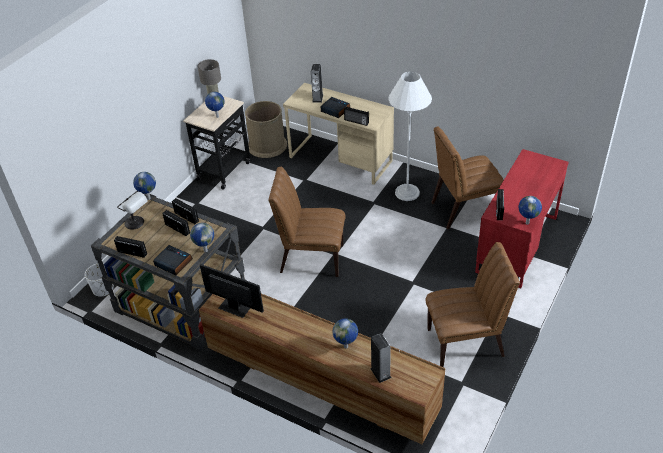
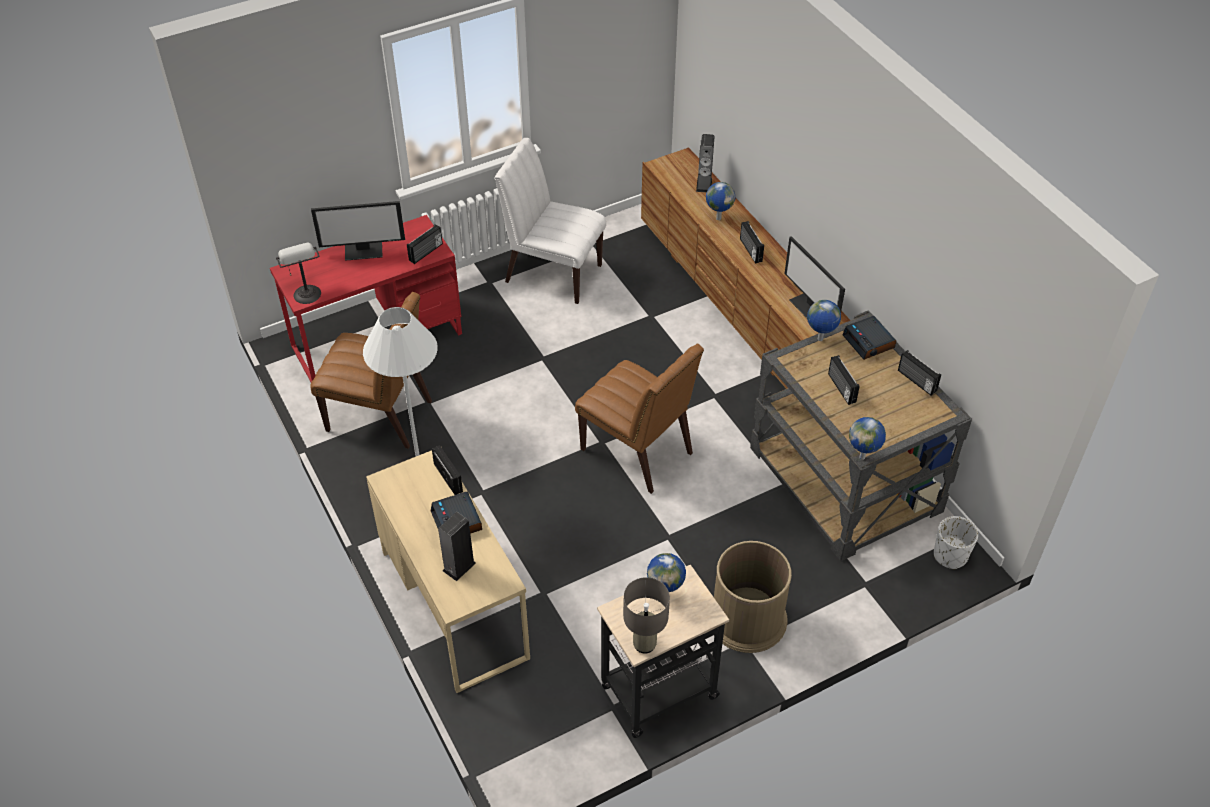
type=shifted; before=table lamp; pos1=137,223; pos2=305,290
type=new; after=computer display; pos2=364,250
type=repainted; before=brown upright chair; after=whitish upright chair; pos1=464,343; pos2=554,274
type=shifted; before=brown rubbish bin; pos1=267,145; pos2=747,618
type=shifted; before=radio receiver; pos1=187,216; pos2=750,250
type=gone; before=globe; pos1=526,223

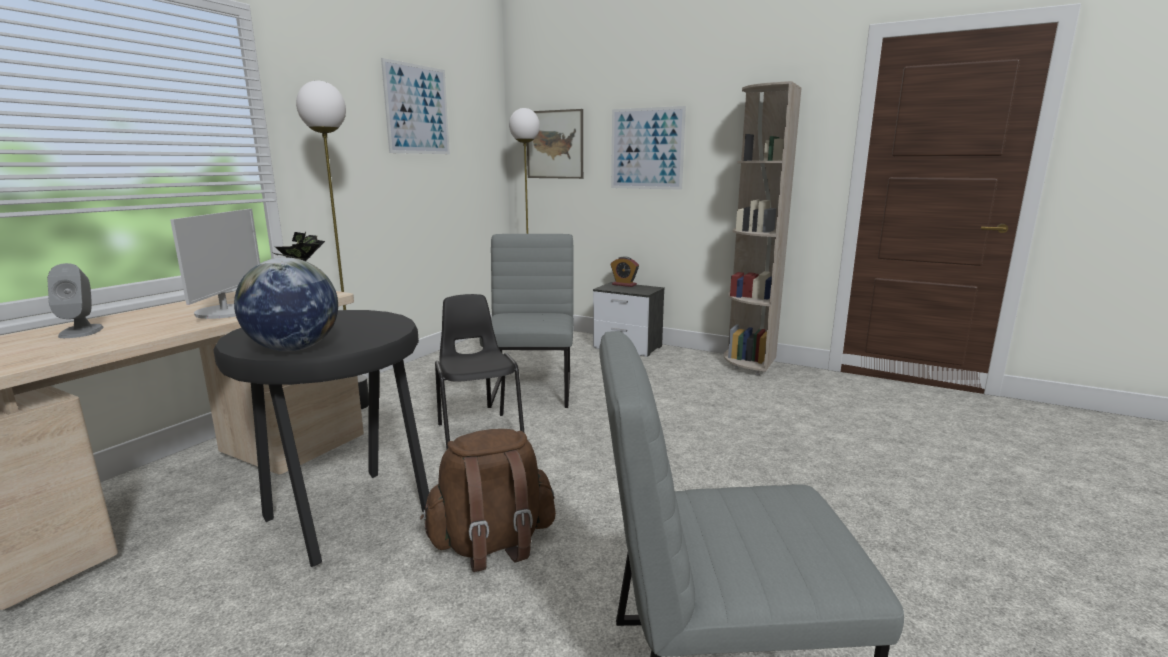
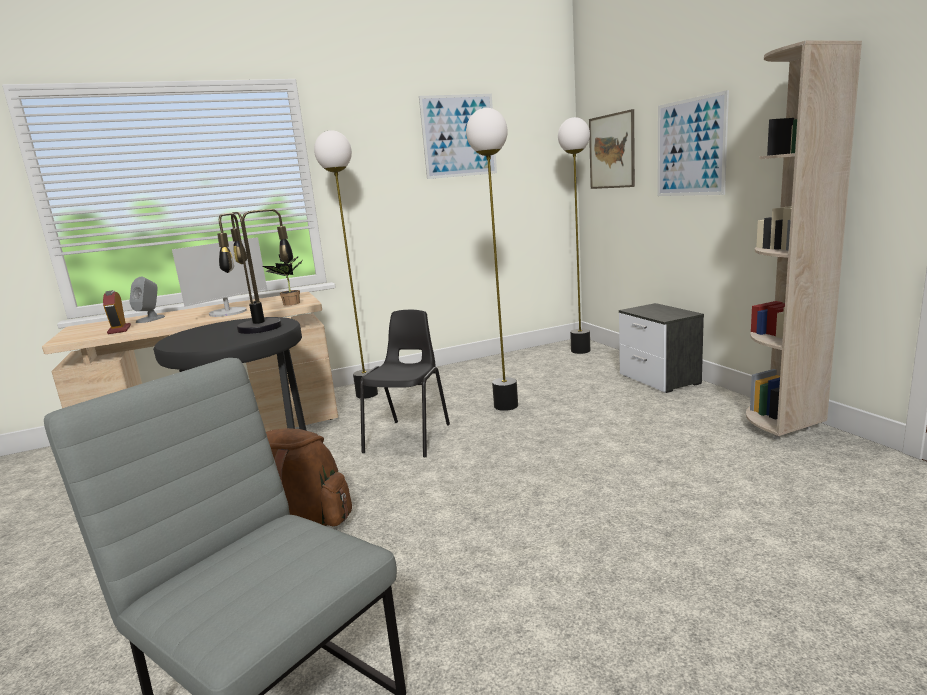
type=shifted; before=alarm clock; pos1=624,285; pos2=119,330
type=new; after=table lamp; pos2=260,328
type=swapped; before=gray upright chair; after=standard lamp; pos1=533,388; pos2=506,406
type=gone; before=globe; pos1=293,349

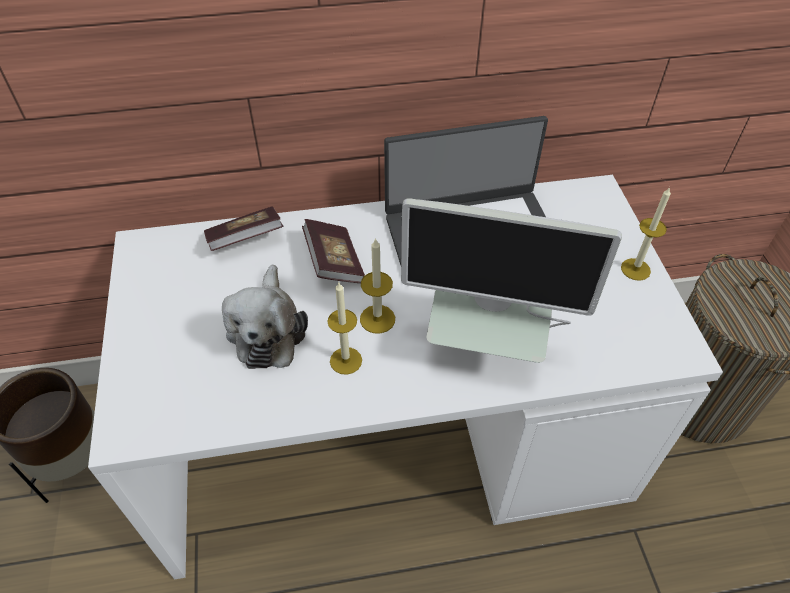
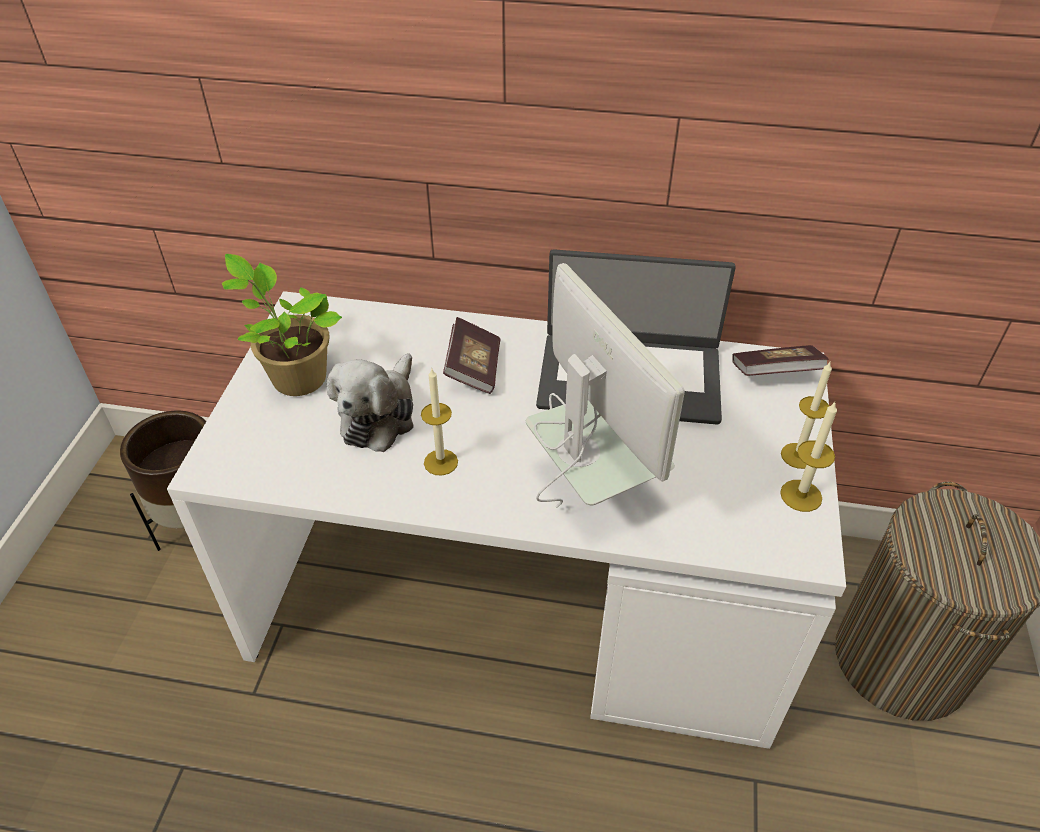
type=new; after=plant in a pot; pos2=296,377
type=rotated; before=computer display; pos1=486,348; pos2=589,489; turn=-150
type=shifted; before=book; pos1=245,240; pos2=775,374
type=shifted; before=candle; pos1=377,319; pos2=801,495

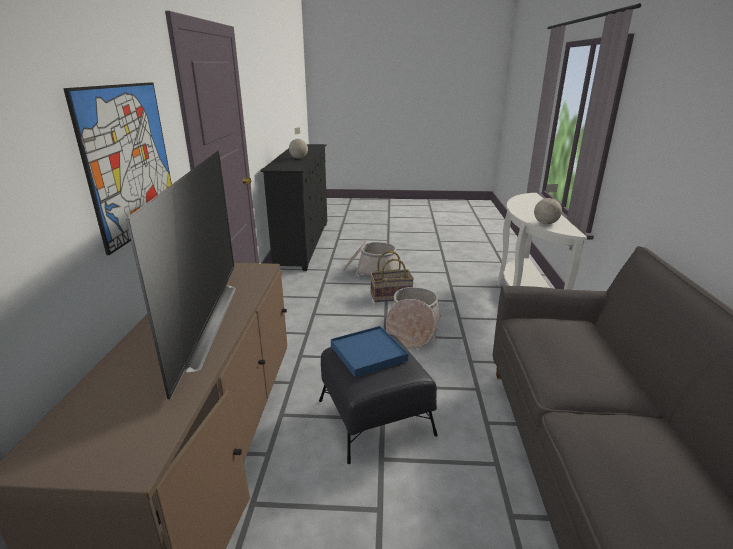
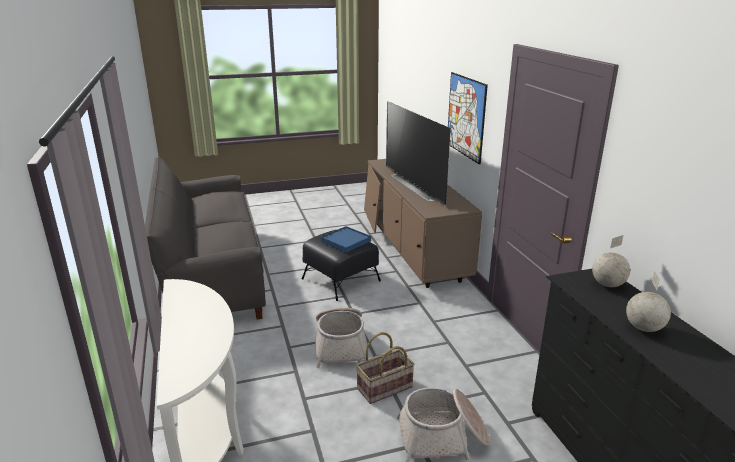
type=shifted; before=globe; pos1=545,223; pos2=608,285

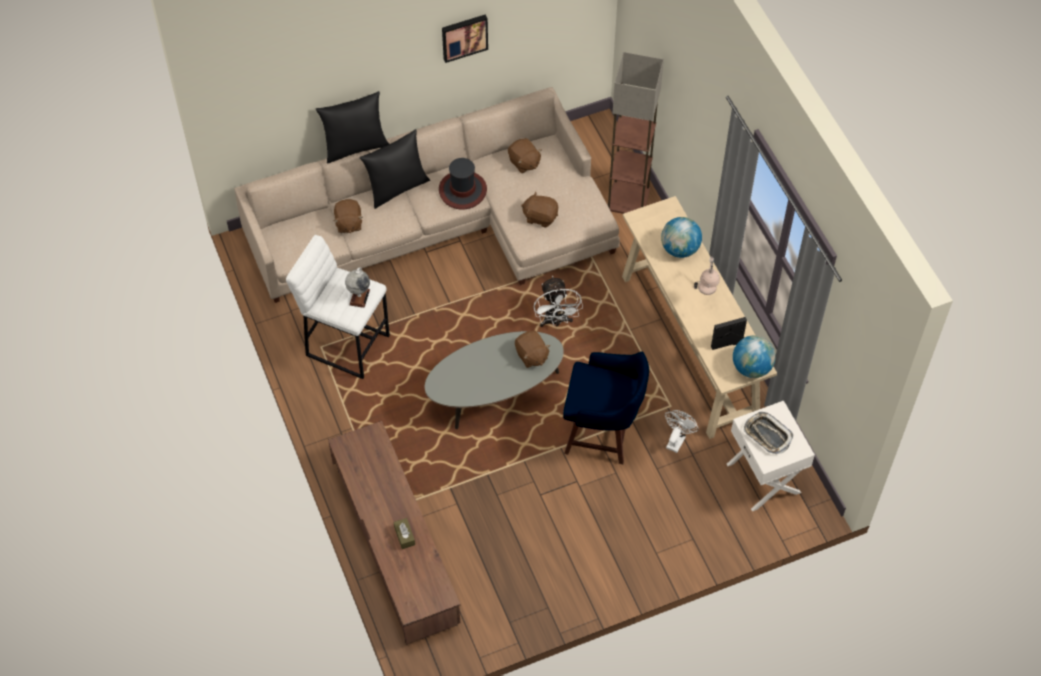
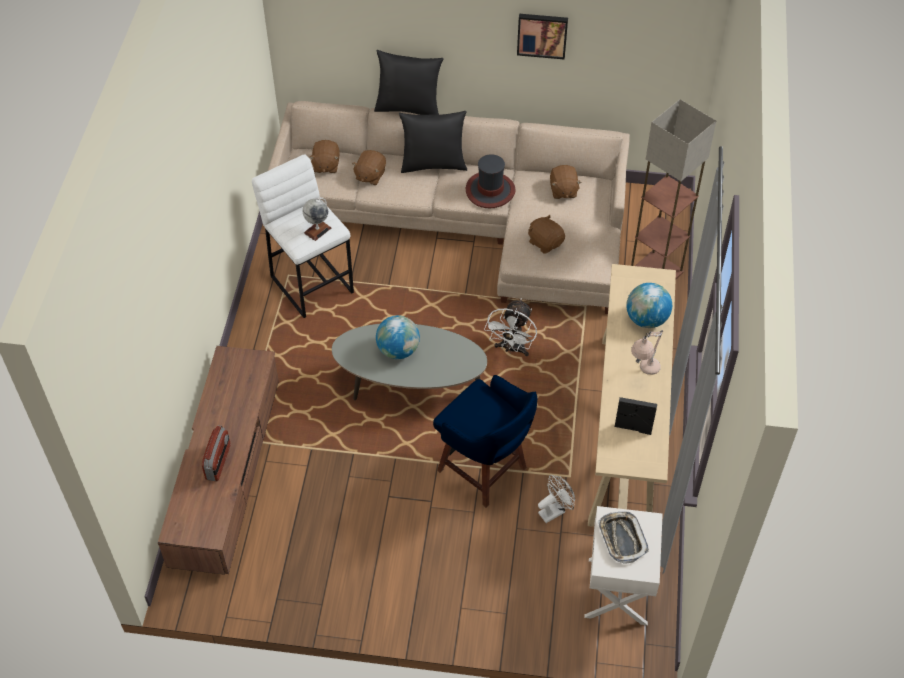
type=swapped; before=brown tissue holder; after=radio receiver; pos1=404,536; pos2=218,462
type=shifted; before=brown plush toy; pos1=531,355; pos2=326,165
type=shifted; before=globe; pos1=751,367; pos2=398,350

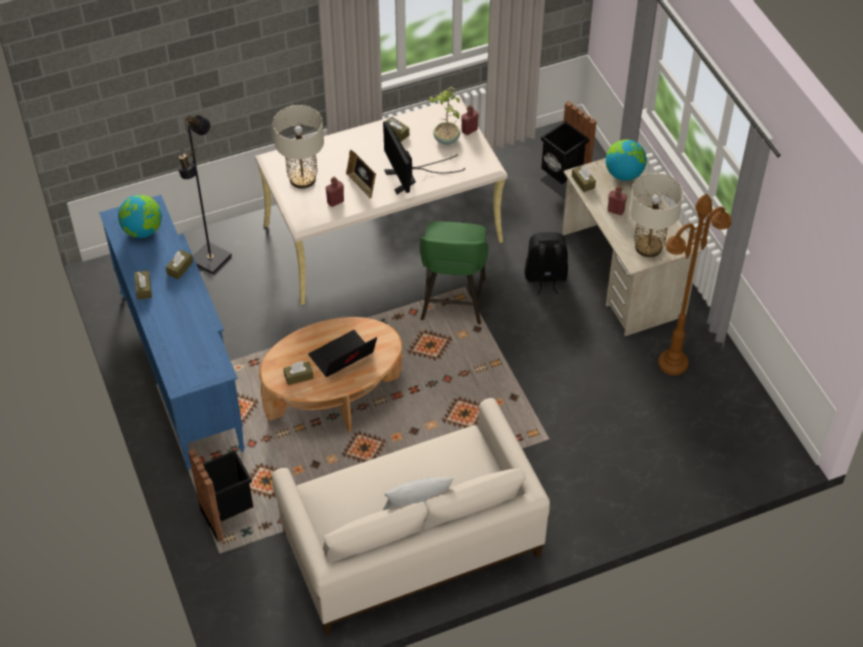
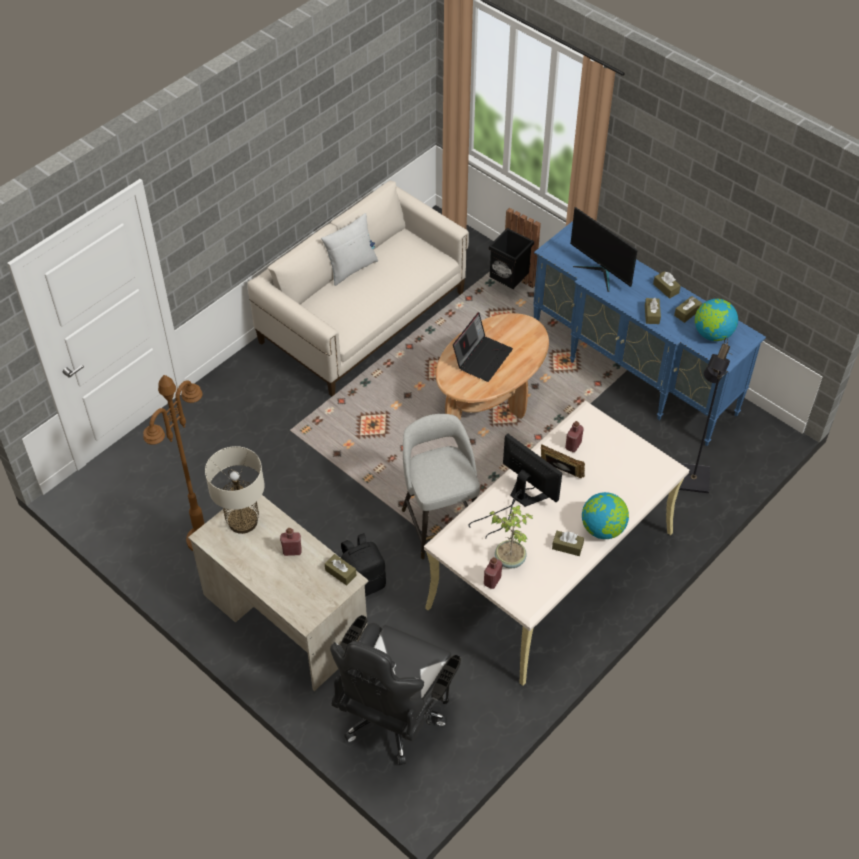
type=swapped; before=black-coloured rubbish bin; after=black-coloured office chair; pos1=563,183; pos2=396,711
type=repainted; before=green-coloured stool; after=gray stool; pos1=452,301; pos2=440,523
type=new; after=computer display; pos2=601,272
type=shifted; before=globe; pos1=624,174; pos2=603,529
type=shifted; before=brown tissue holder; pos1=298,376; pos2=687,313
type=gone; before=table lamp; pos1=302,179

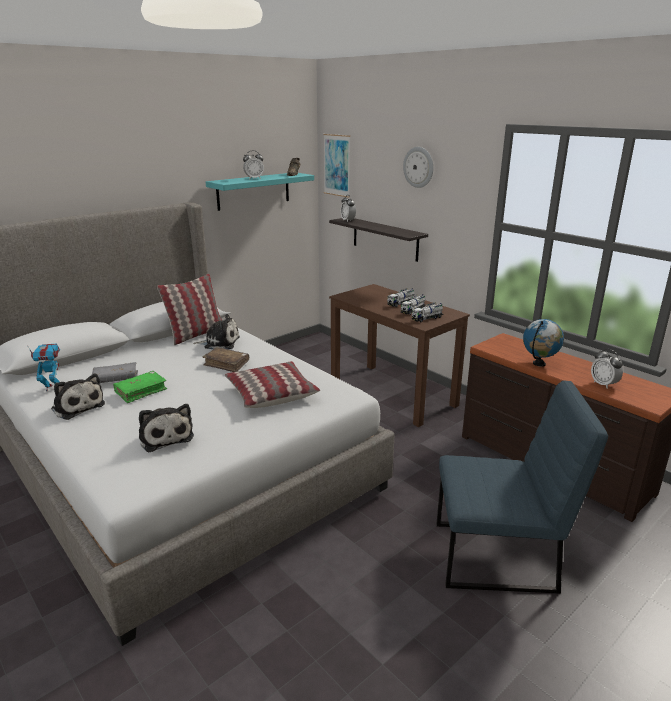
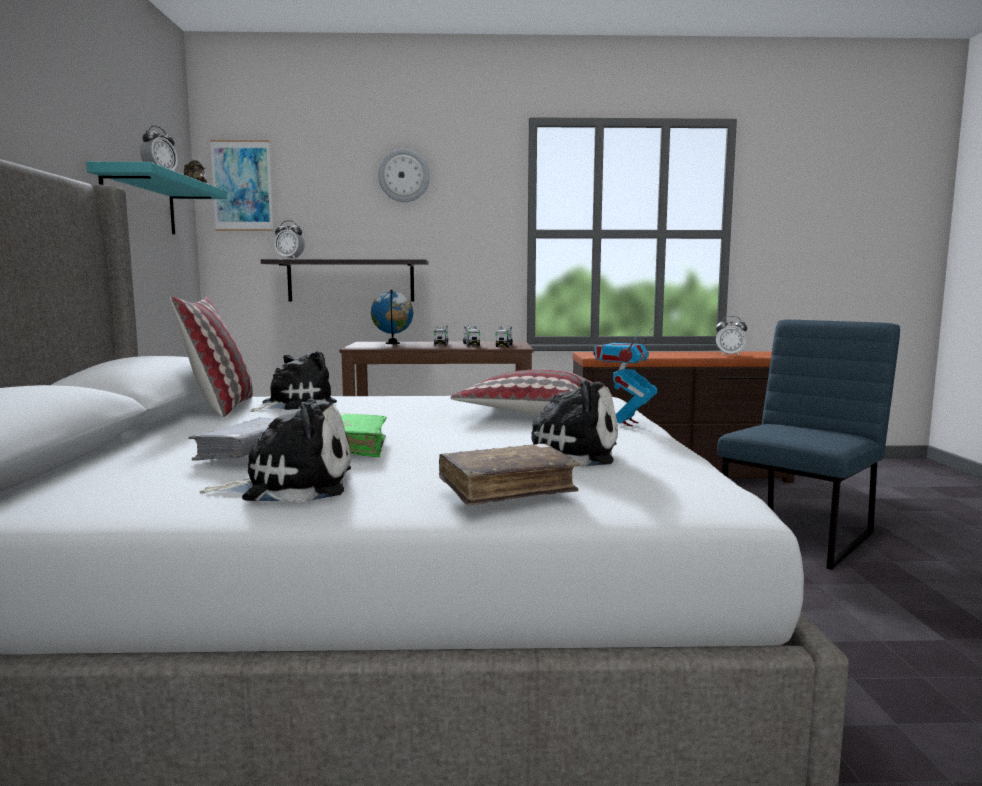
type=shifted; before=globe; pos1=539,364; pos2=393,343
type=shifted; before=brown book; pos1=226,364; pos2=507,488
type=shifted; before=toy robot; pos1=53,387; pos2=623,423

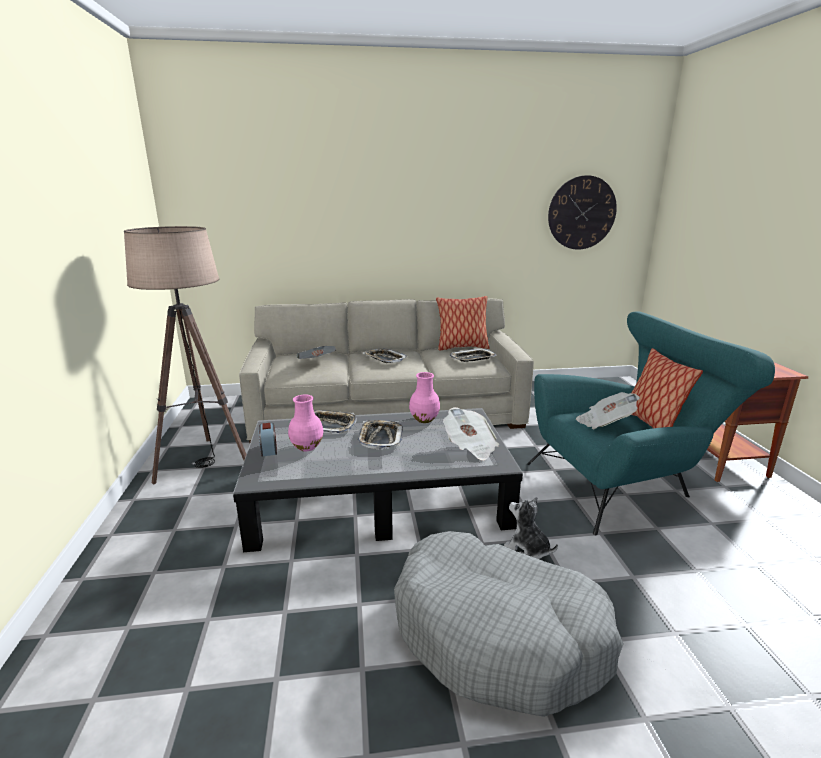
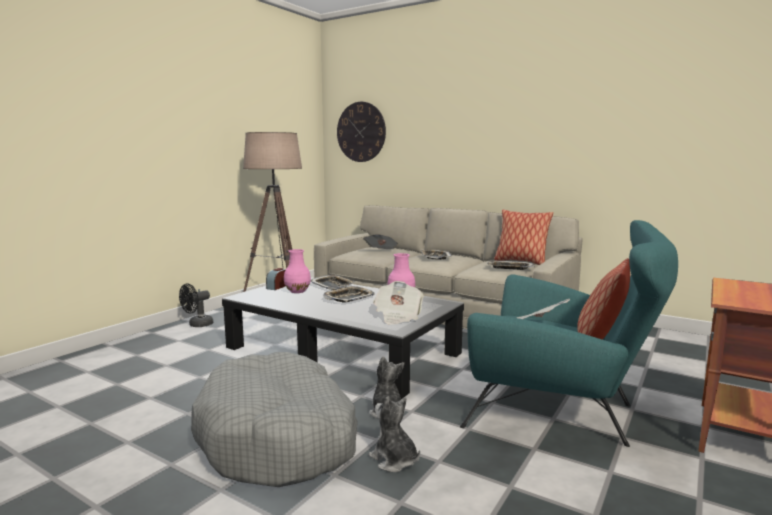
type=new; after=black-coloured fan; pos2=197,325
type=shifted; before=hanging clock; pos1=581,213; pos2=361,132
type=new; after=plush toy; pos2=394,460

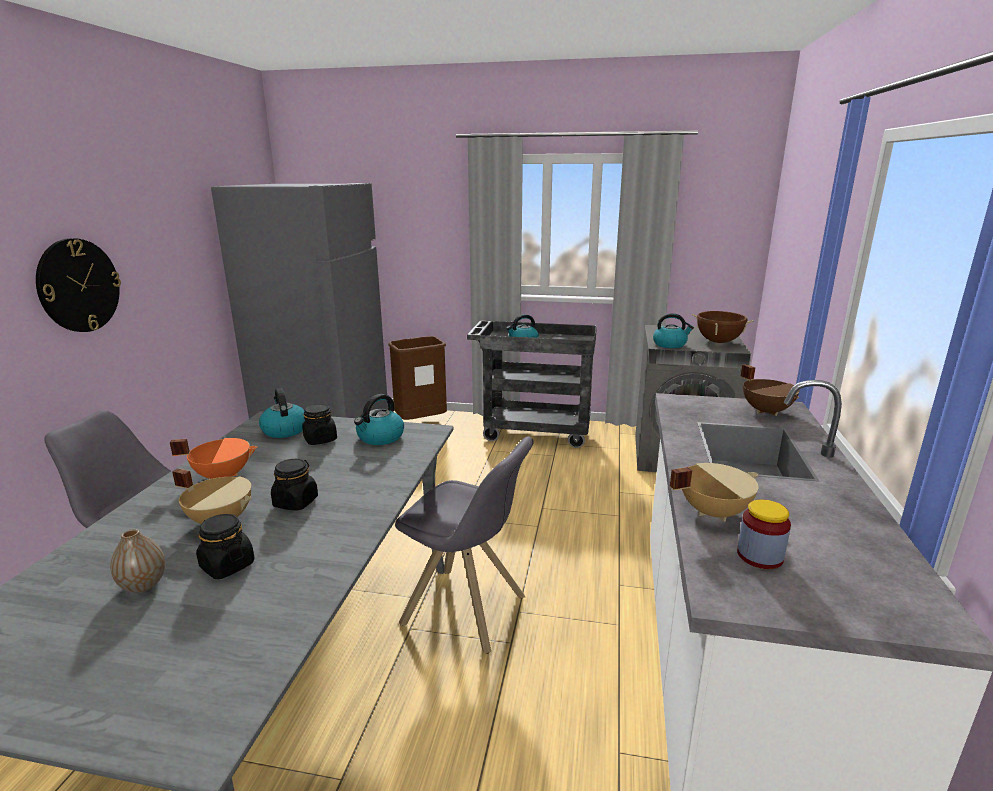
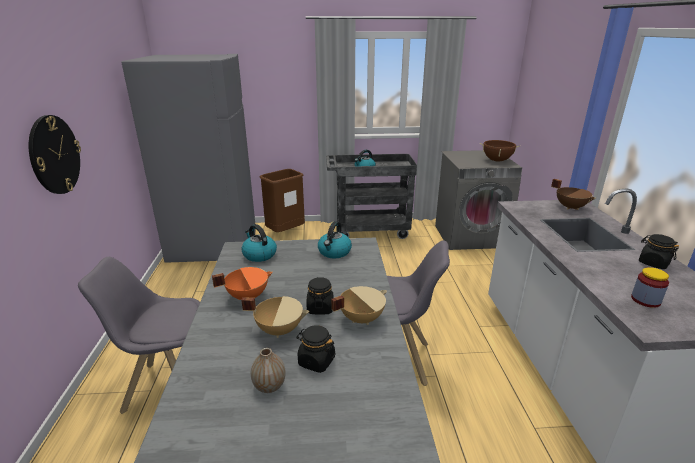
type=shifted; before=sand-coloured cooking pot; pos1=712,512; pos2=361,318
type=shifted; before=black-coloured preserve jar; pos1=320,439; pos2=653,263
type=gone; before=water kettle; pos1=670,344

